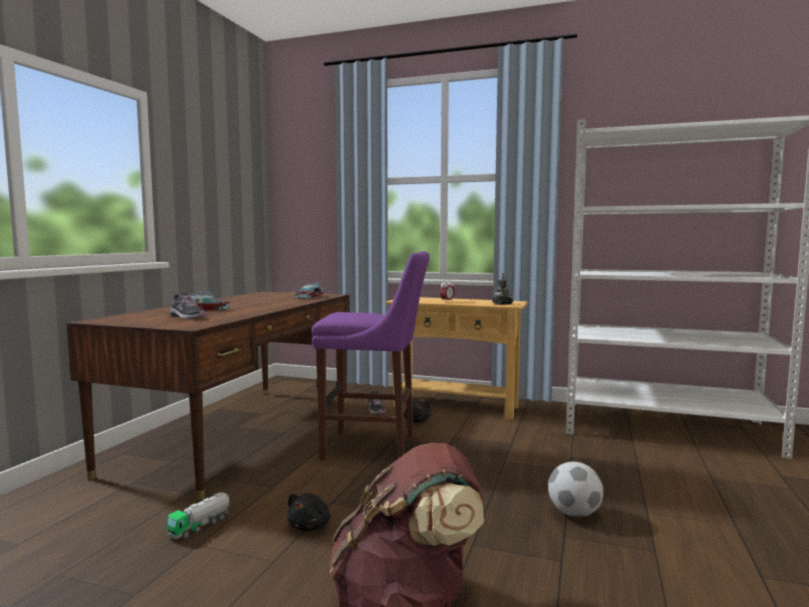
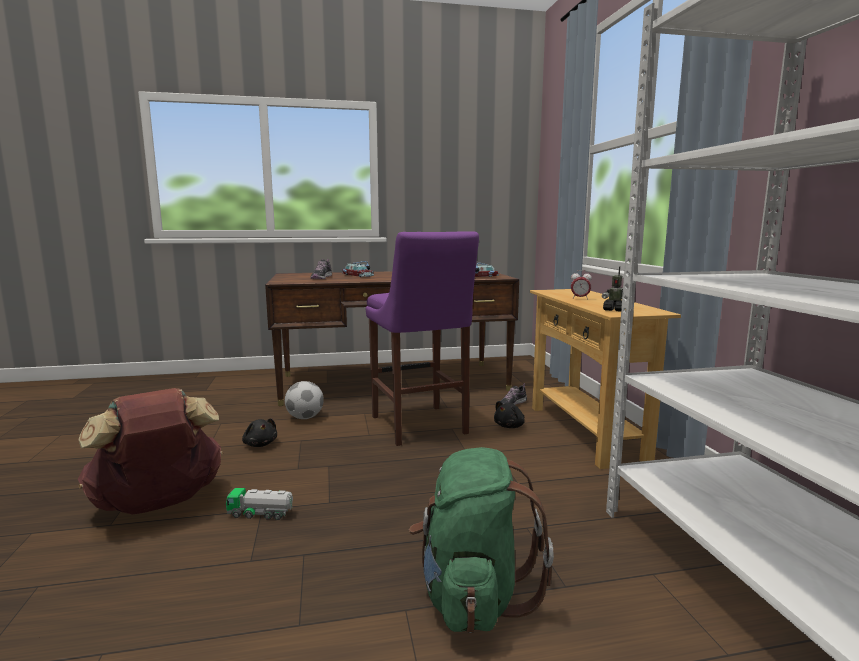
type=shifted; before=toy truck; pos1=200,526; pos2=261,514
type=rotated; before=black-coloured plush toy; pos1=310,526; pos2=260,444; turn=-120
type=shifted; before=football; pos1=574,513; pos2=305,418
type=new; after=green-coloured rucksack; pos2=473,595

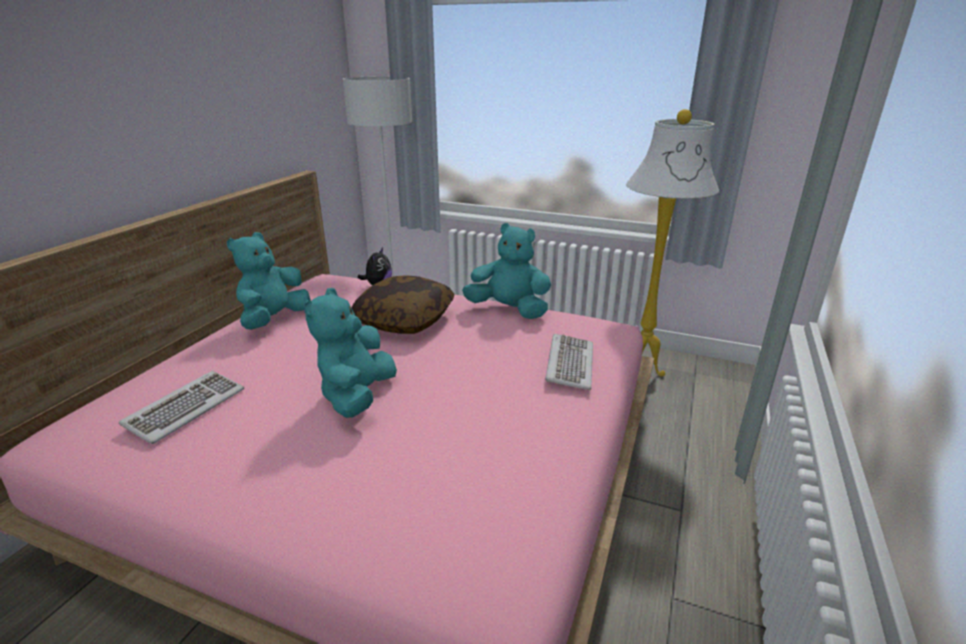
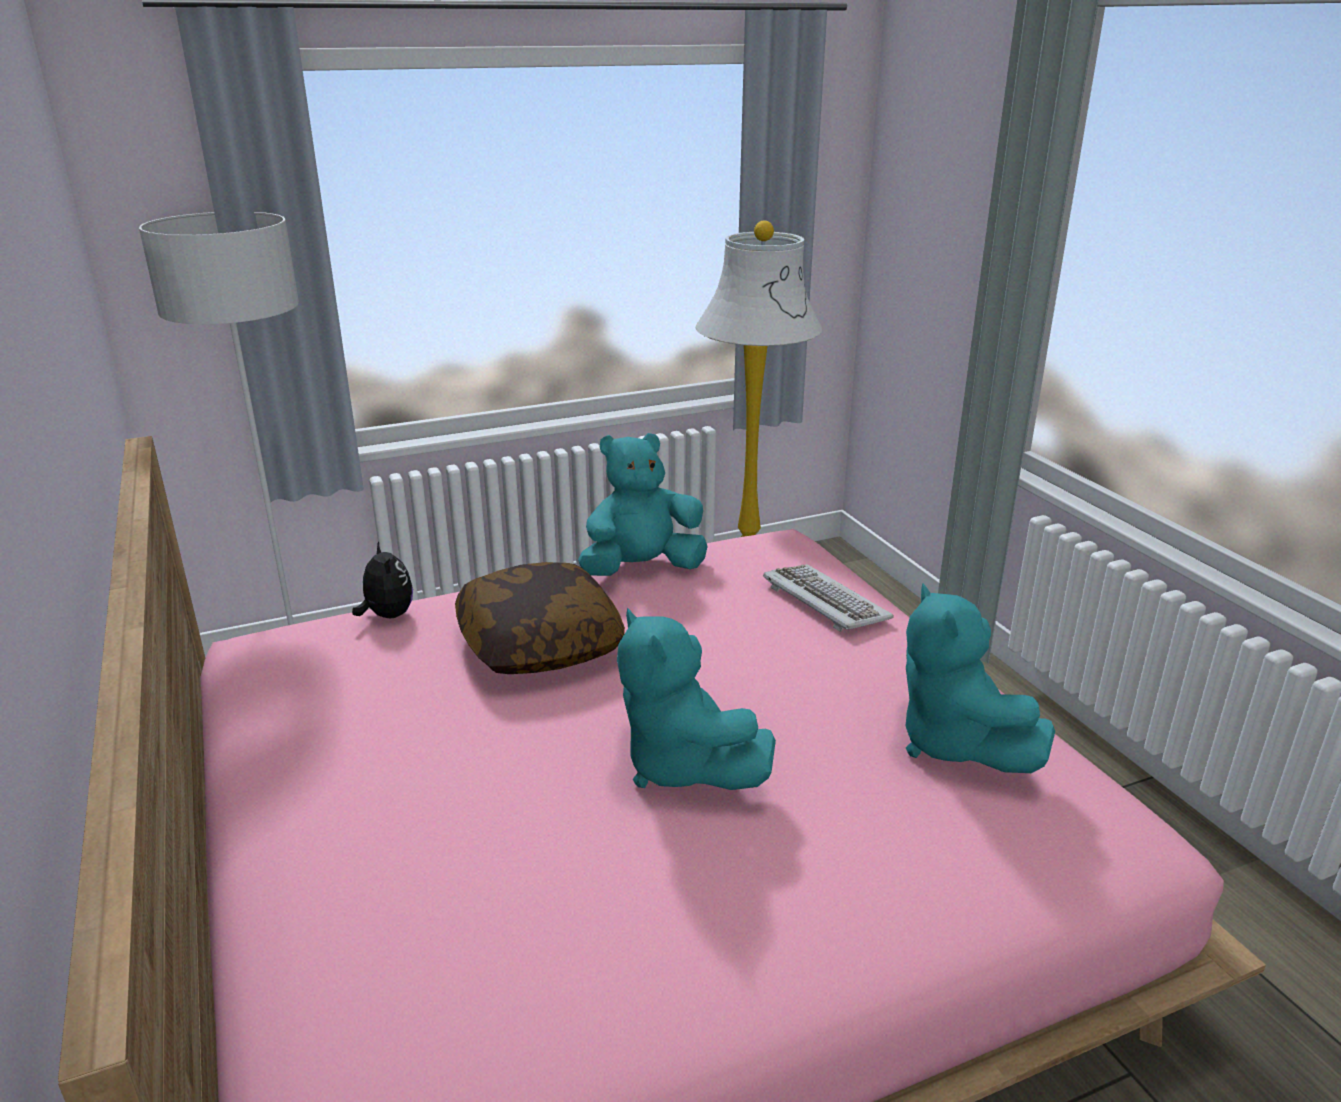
type=shifted; before=turquoise plush toy; pos1=274,319; pos2=954,744
type=gone; before=computer keyboard; pos1=185,408

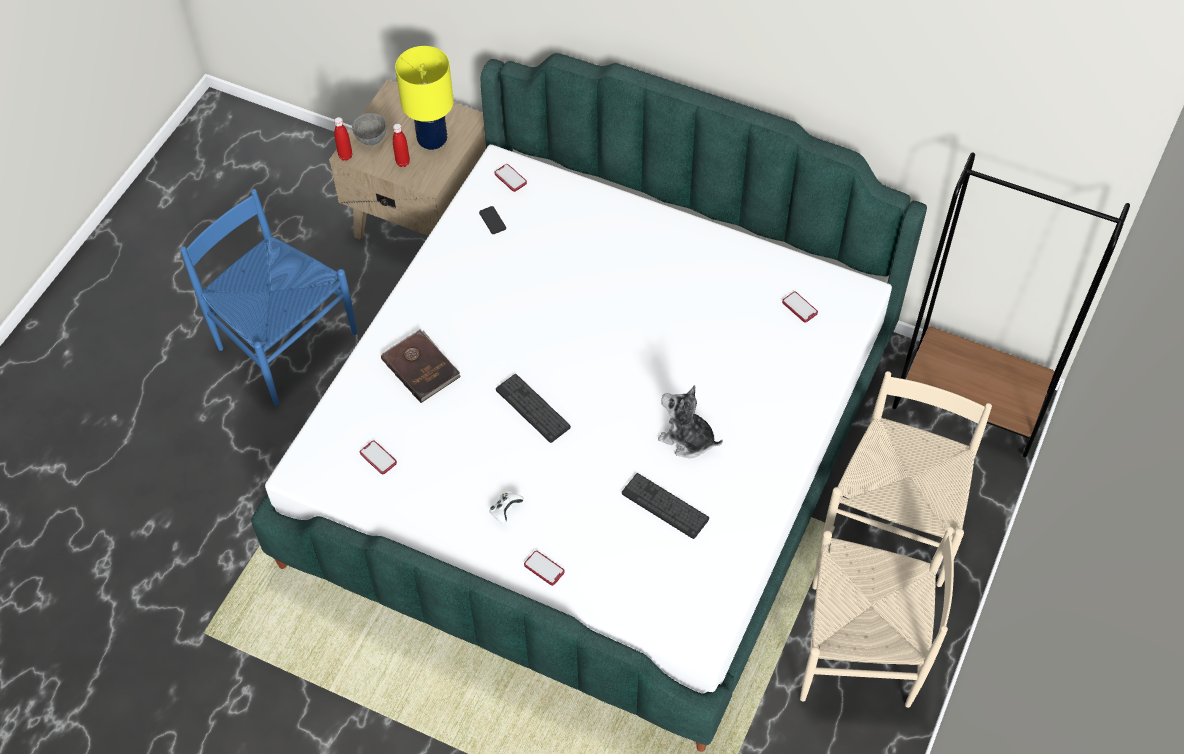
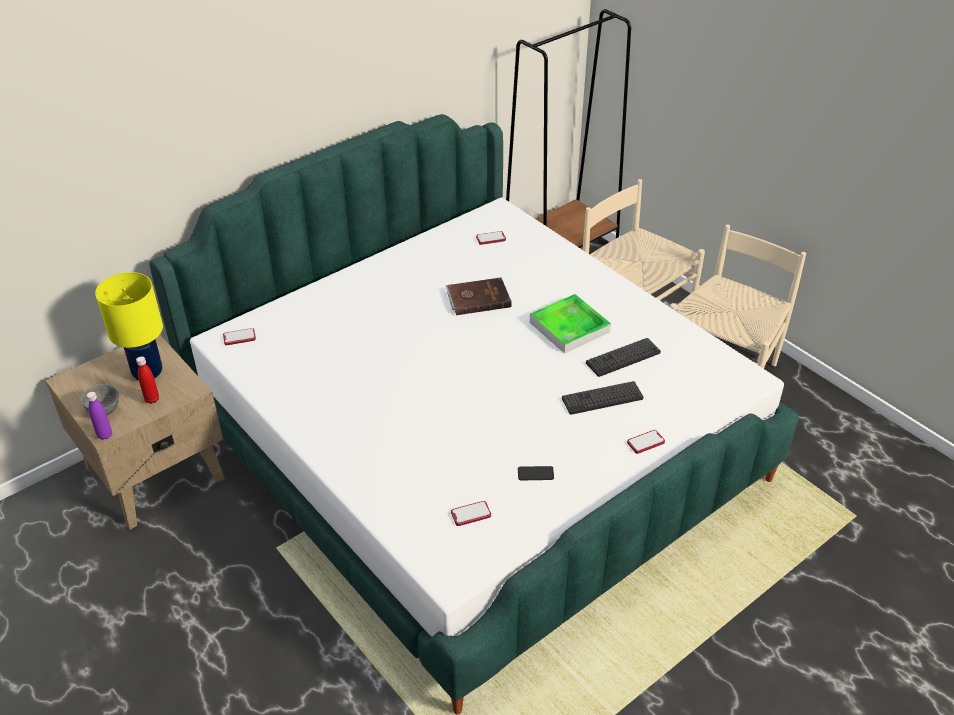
type=repainted; before=red-coloured drink bottle; after=purple-coloured drink bottle; pos1=345,156; pos2=105,435
type=shifted; before=brown book; pos1=421,367; pos2=478,298
type=shifted; before=phone; pos1=492,220; pos2=535,473
type=swapped; before=plush toy; after=tray; pos1=687,439; pos2=569,327
type=shifted; before=computer keyboard; pos1=532,408; pos2=602,398
type=gone; before=blue-coloured upright chair; pos1=283,343
type=gone; before=whitish game controller; pos1=505,510

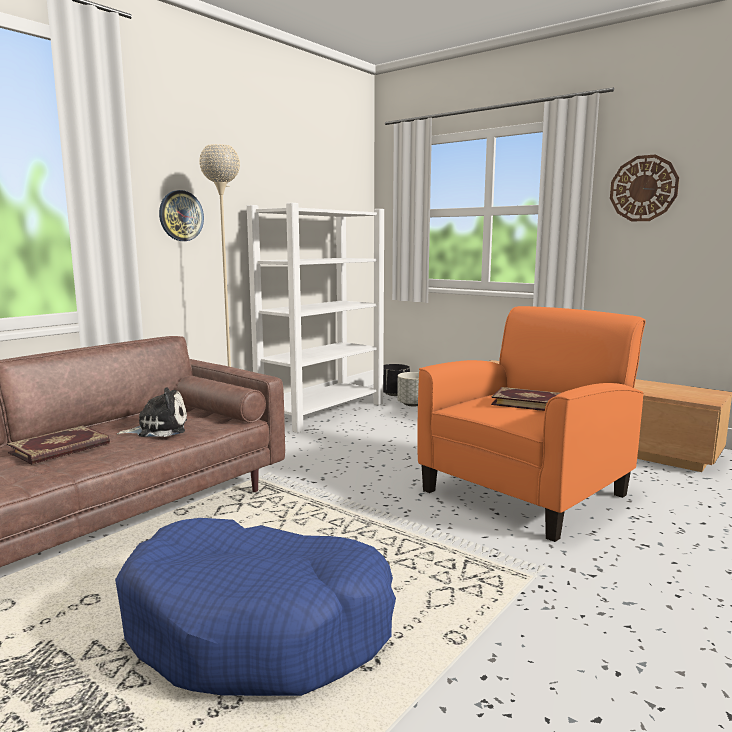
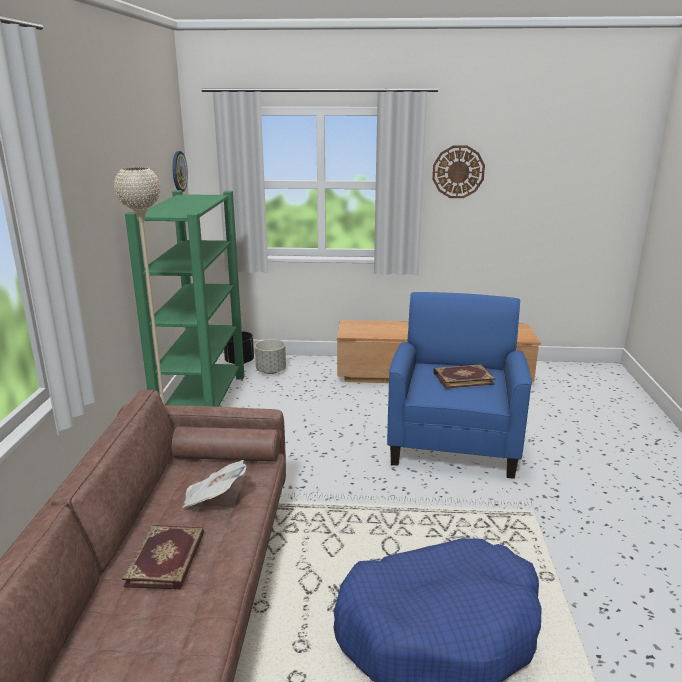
type=repainted; before=whitish shelving unit; after=green-coloured shelving unit; pos1=322,412; pos2=202,402
type=shifted; before=hanging clock; pos1=181,216; pos2=178,171
type=swapped; before=plush toy; after=newspaper; pos1=159,429; pos2=214,498
type=repainted; before=orange-coloured lounge chair; after=blue-coloured lounge chair; pos1=525,492; pos2=453,441

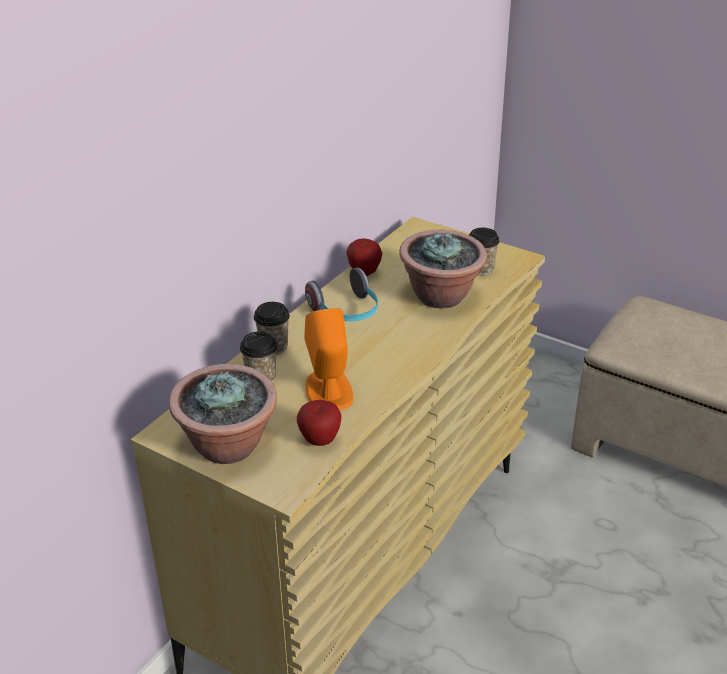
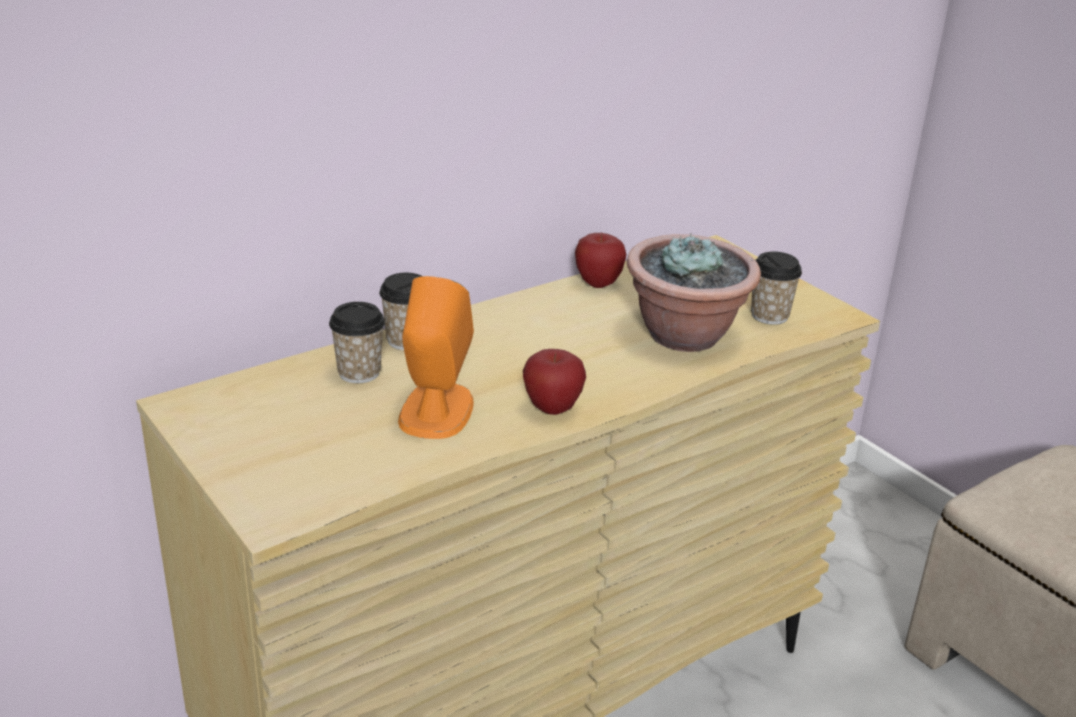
type=shifted; before=whole apple; pos1=320,440; pos2=552,408
type=gone; before=plant in a pot; pos1=229,446
type=gone; before=headphones; pos1=346,312

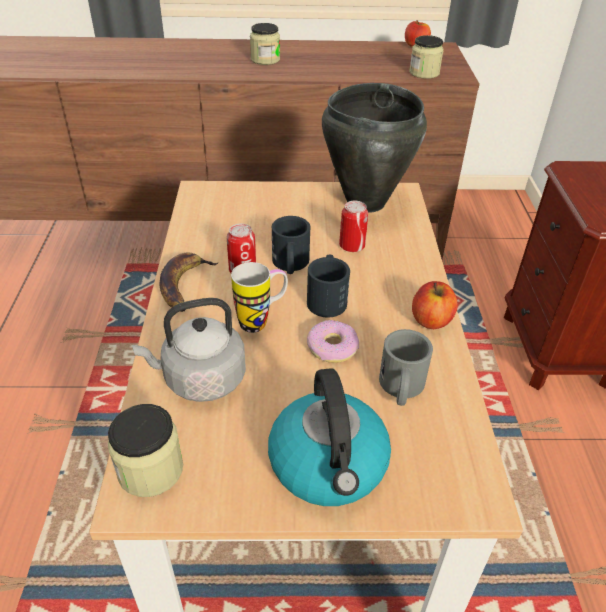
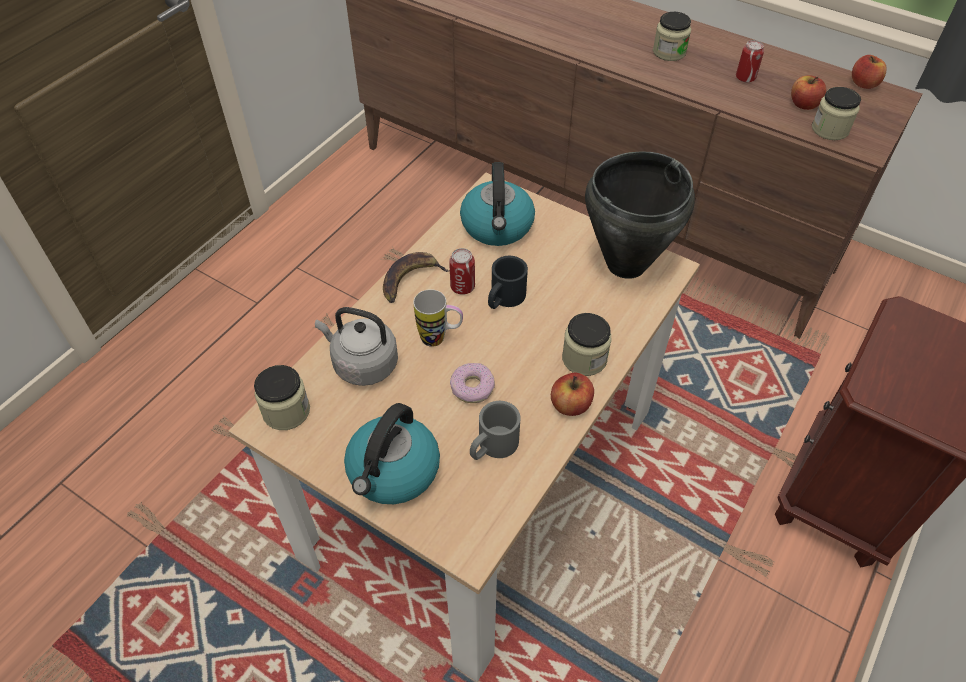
type=new; after=water kettle; pos2=497,226
type=new; after=preserve jar; pos2=584,358
type=shifted; before=metal can; pos1=352,246; pos2=745,78
type=new; after=whole apple; pos2=803,104
type=gone; before=black-coloured coffee mug; pos1=327,297

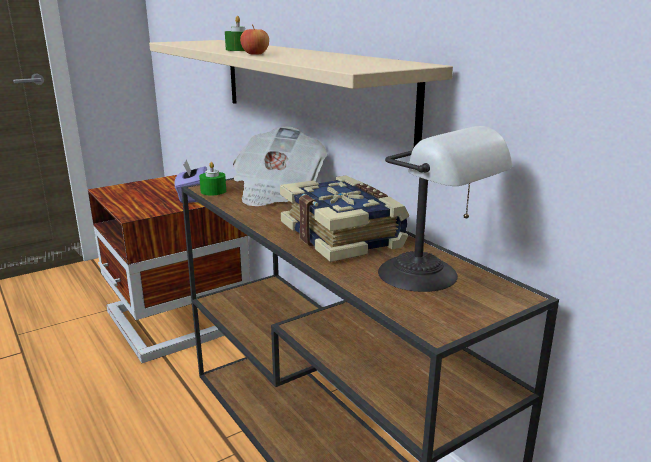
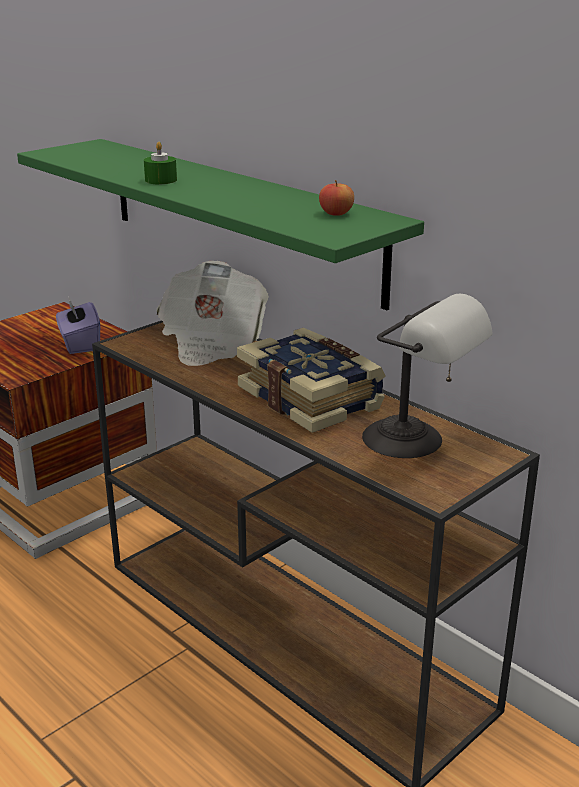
type=repainted; before=sand-coloured wall shelf; after=green-coloured wall shelf; pos1=306,87; pos2=238,216
type=shifted; before=whole apple; pos1=255,54; pos2=336,213
type=gone; before=green-coloured candle; pos1=213,191

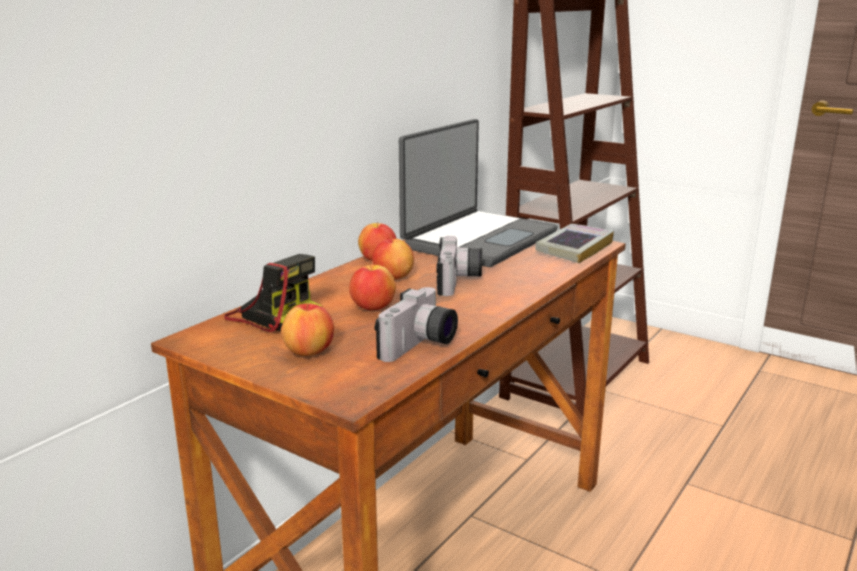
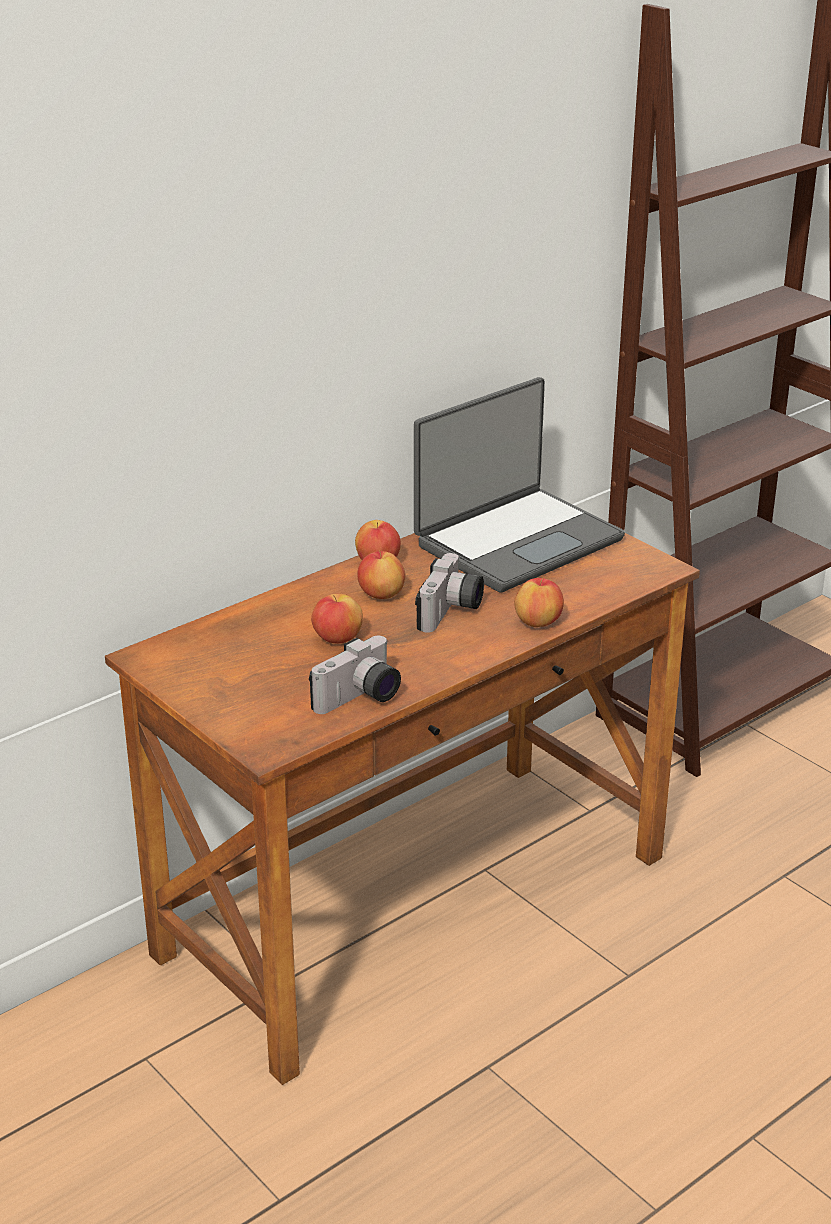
type=shifted; before=whole apple; pos1=309,352; pos2=538,622
type=gone; before=photo camera; pos1=274,316
type=gone; before=book; pos1=574,249

